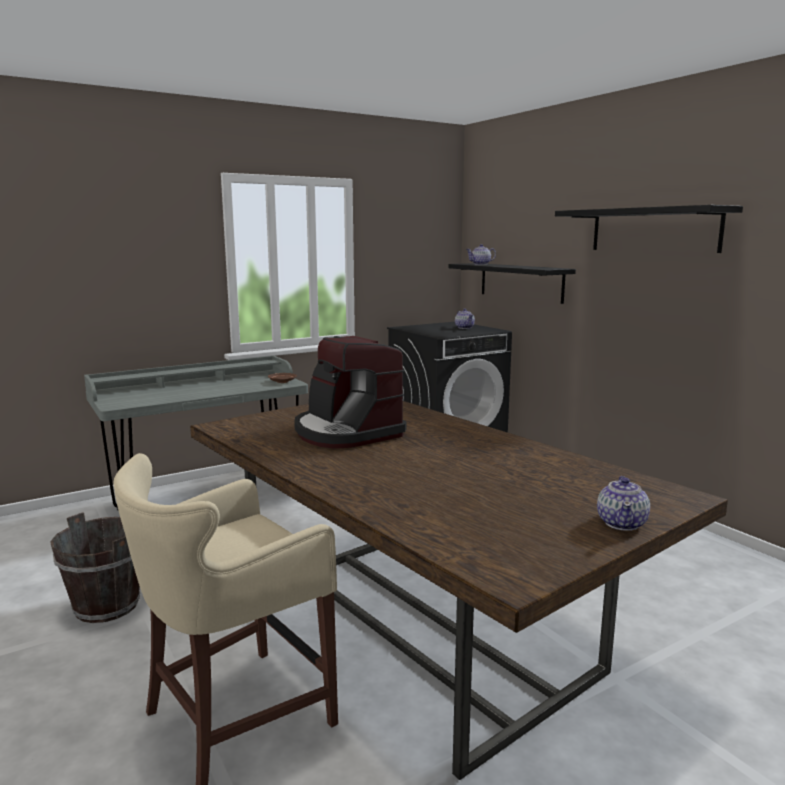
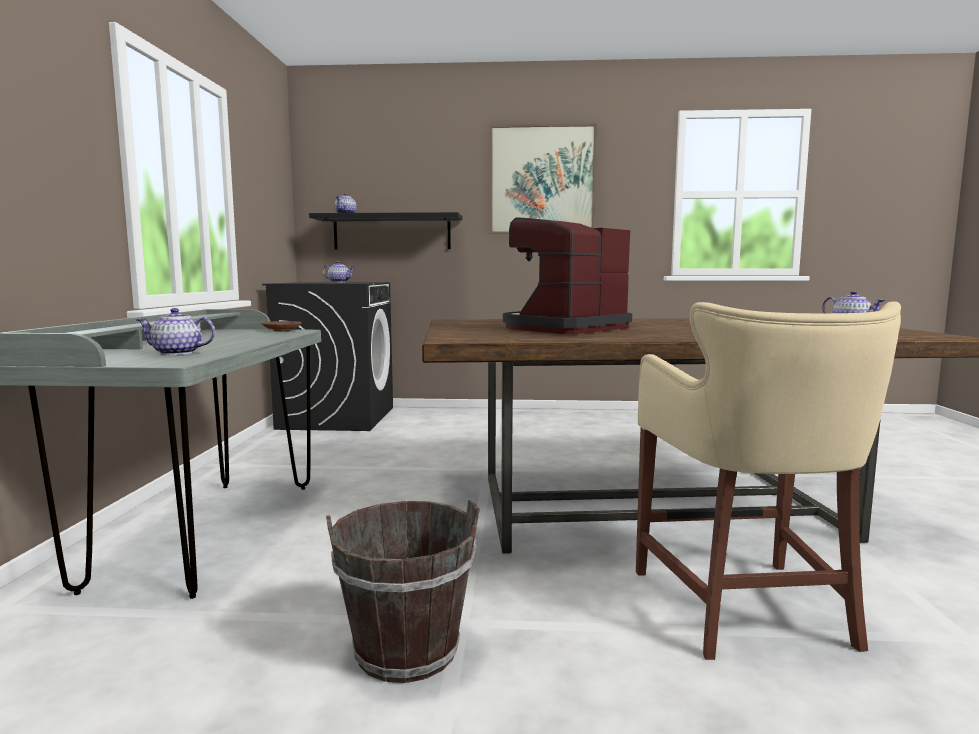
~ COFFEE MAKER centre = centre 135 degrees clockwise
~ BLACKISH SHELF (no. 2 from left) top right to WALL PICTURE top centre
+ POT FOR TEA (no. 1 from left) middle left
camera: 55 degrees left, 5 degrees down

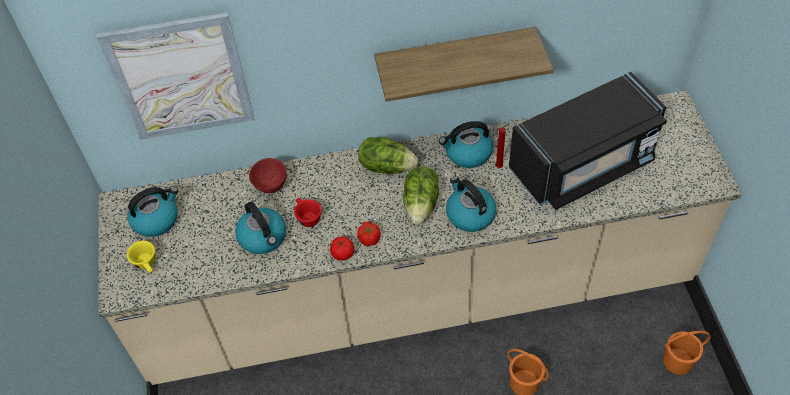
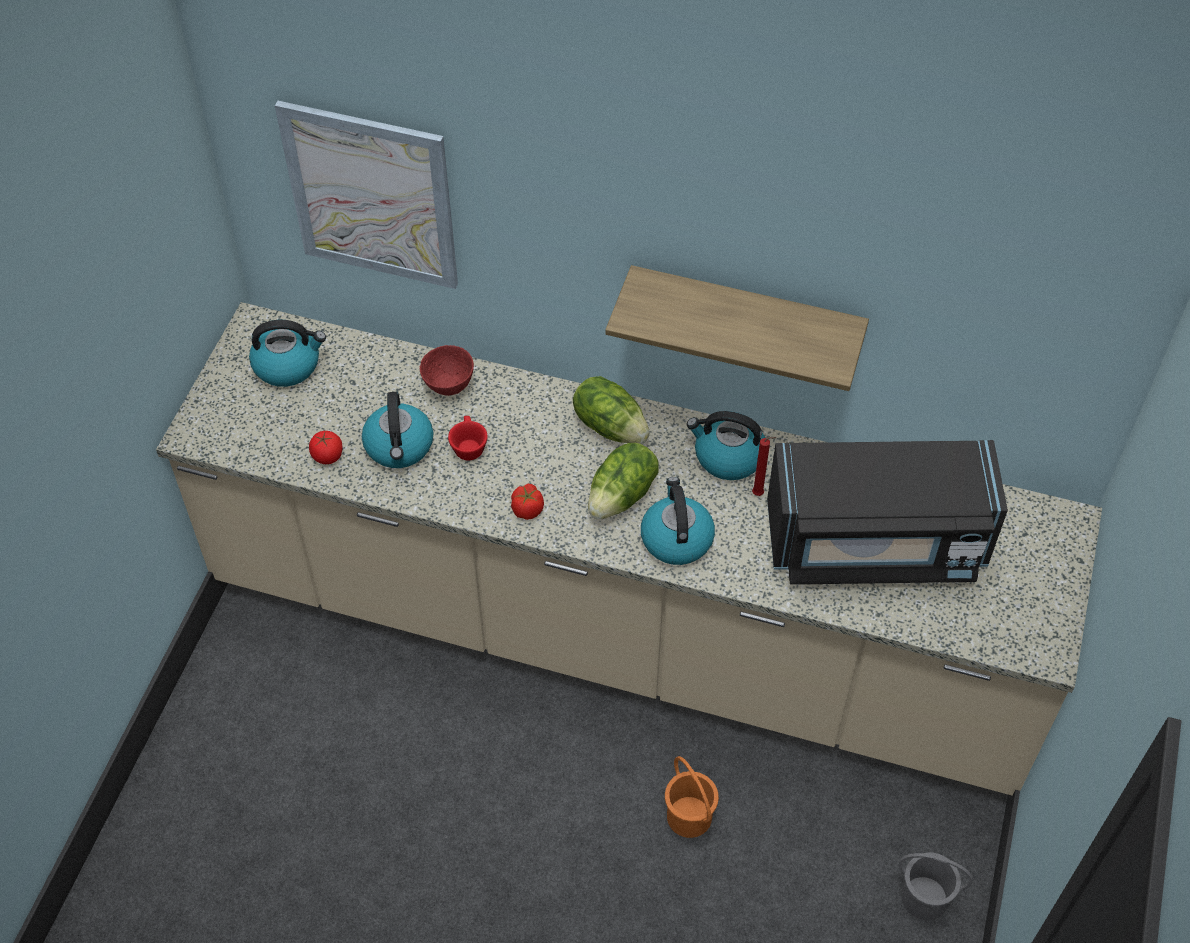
- YELLOW-COLOURED DRINKING CUP middle left
~ WHOLE TOMATO (no. 1 from left) centre to middle left
~ ORANGEY WATER BUCKET (no. 2 from left) bottom right to GRAY WATER BUCKET bottom right
camera: 25 degrees right, 0 degrees up

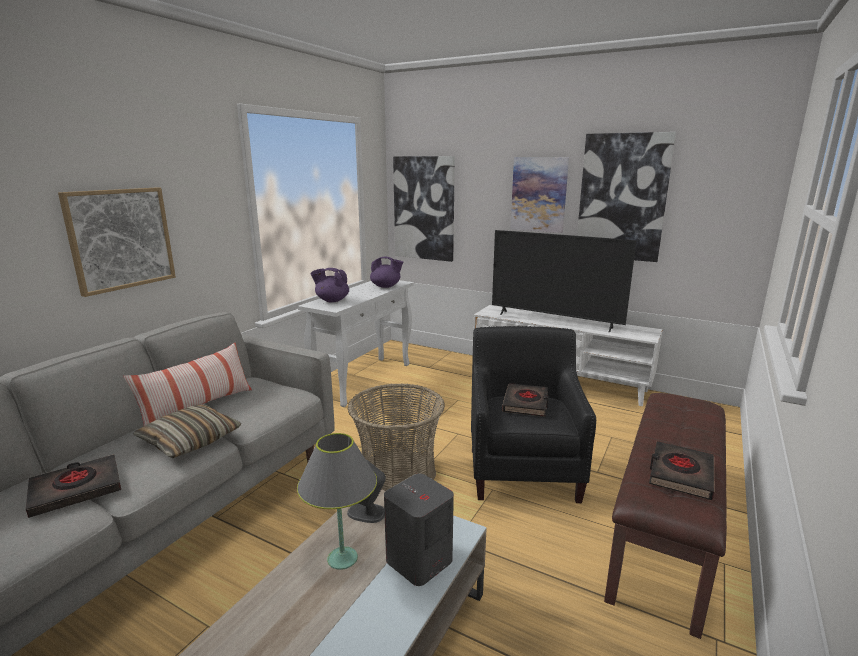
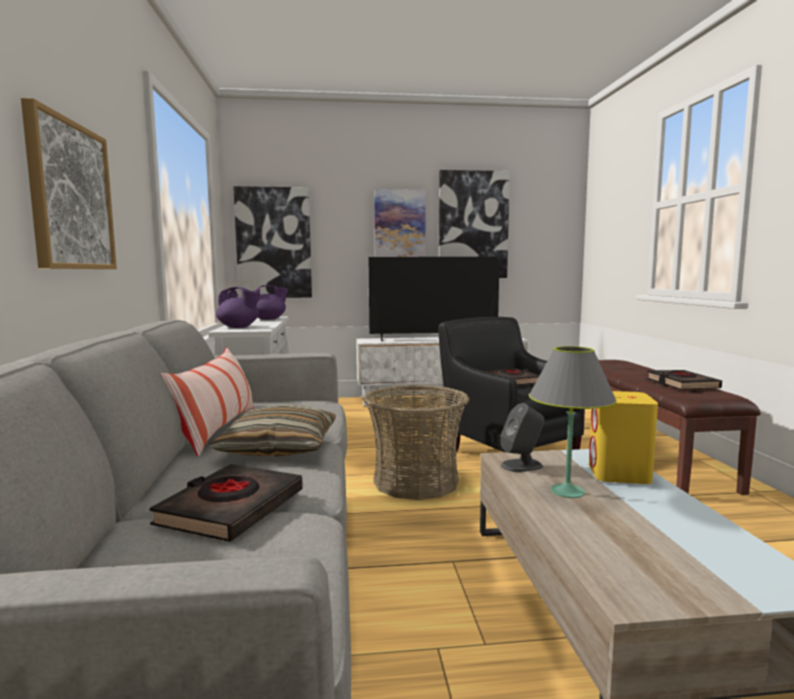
~ PURPLE-COLOURED POT FOR TEA (no. 1 from left) centre = middle left 135 degrees counterclockwise
~ GRAY SPEAKER (no. 2 from left) bottom centre to YELLOW-COLOURED SPEAKER middle right
camera: 35 degrees left, 10 degrees down

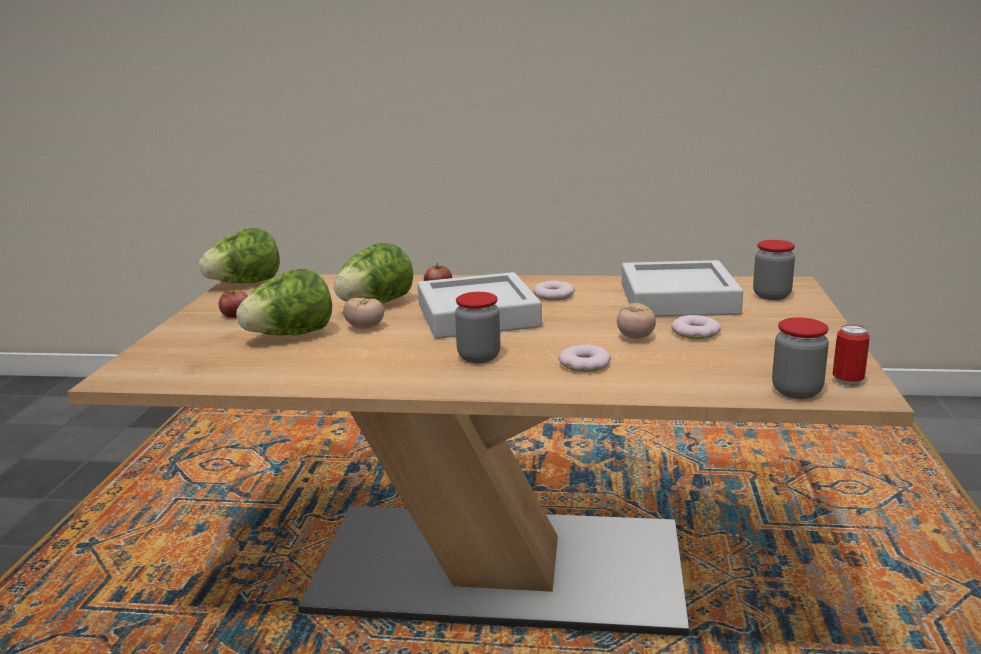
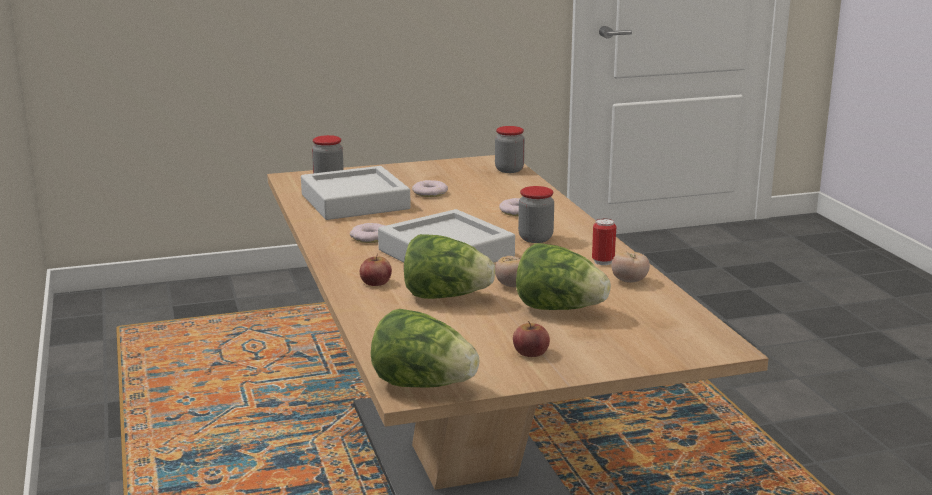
~ WHOLE TOMATO (no. 2 from left) centre to middle right
~ METAL CAN middle right to centre
camera: 115 degrees left, 0 degrees up

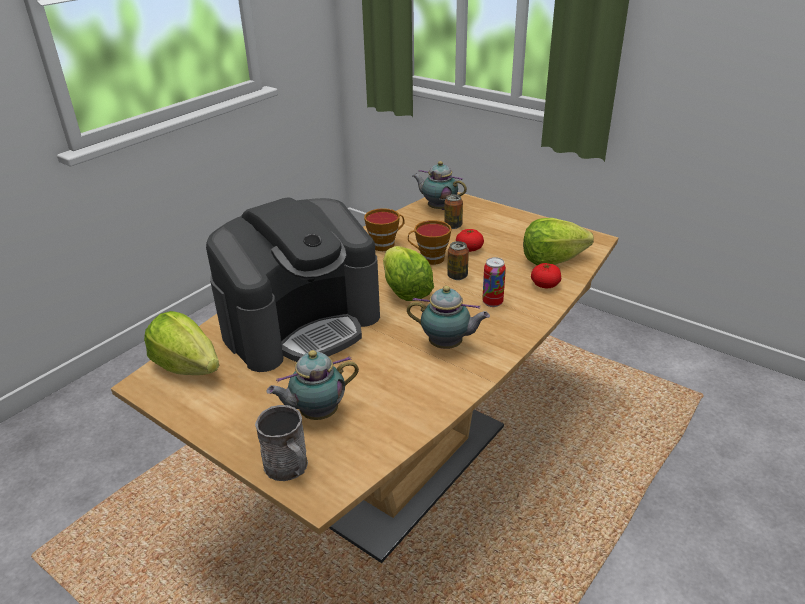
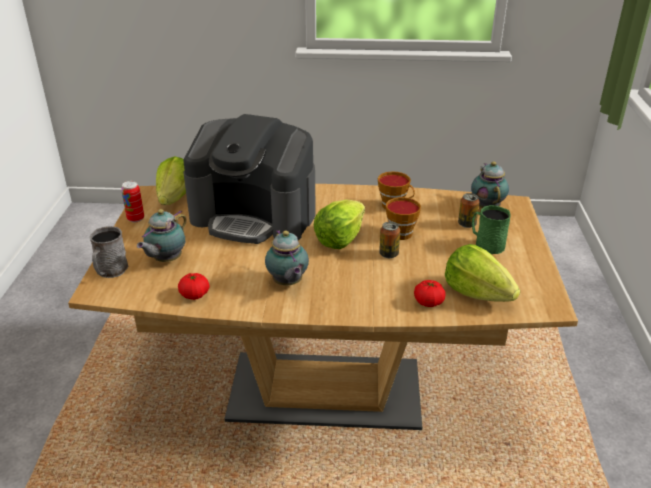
~ POT FOR TEA (no. 1 from left) centre = middle left 90 degrees counterclockwise
~ WHOLE TOMATO (no. 1 from left) centre to middle left
~ METAL CAN (no. 3 from left in the first image) centre to METAL CAN (no. 1 from left) middle left
+ GREENISH TEA MUG middle right
camera: 55 degrees right, 0 degrees up

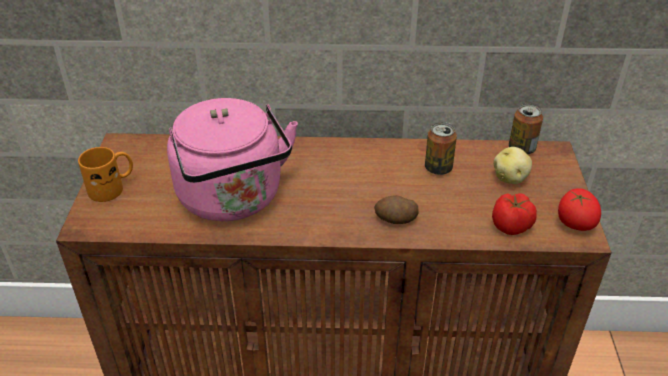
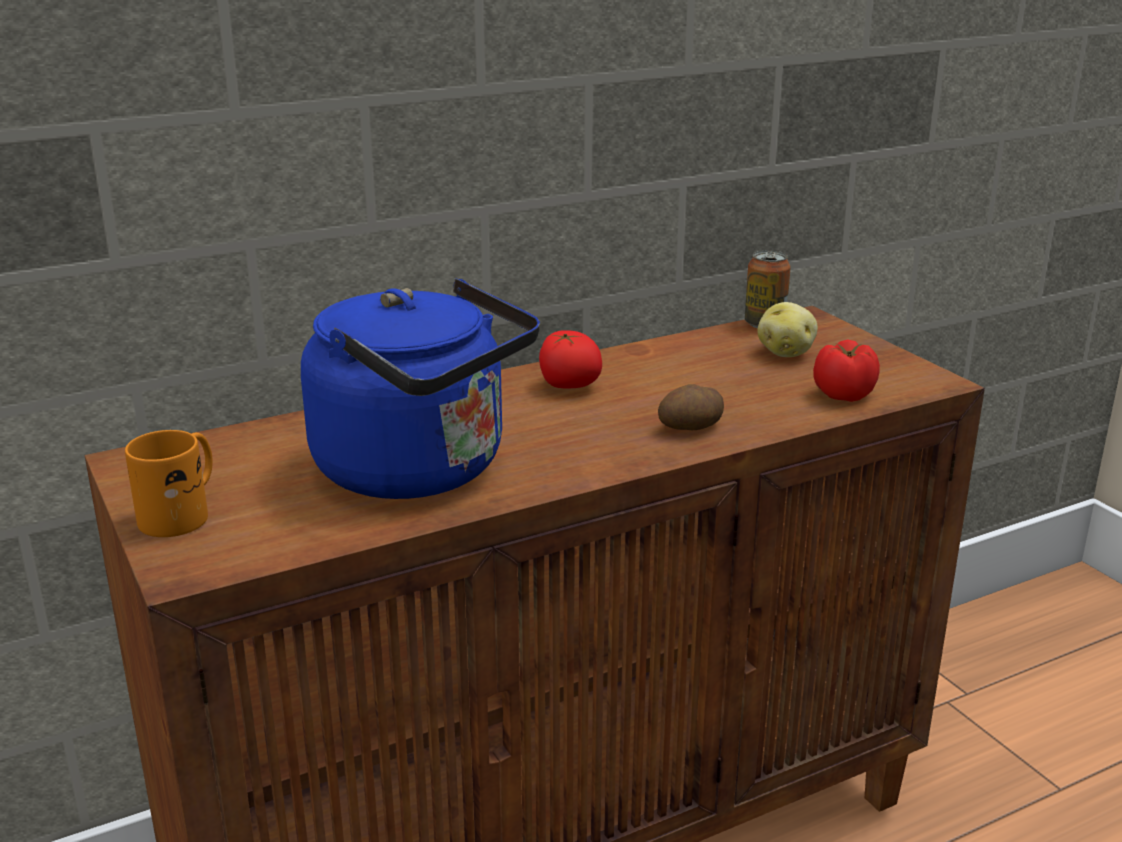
~ PINK-COLOURED KETTLE centre to BLUE KETTLE centre
- METAL CAN (no. 1 from left) centre
~ WHOLE TOMATO (no. 2 from left in the first image) middle right to WHOLE TOMATO (no. 1 from left) centre
camera: 30 degrees left, 15 degrees down

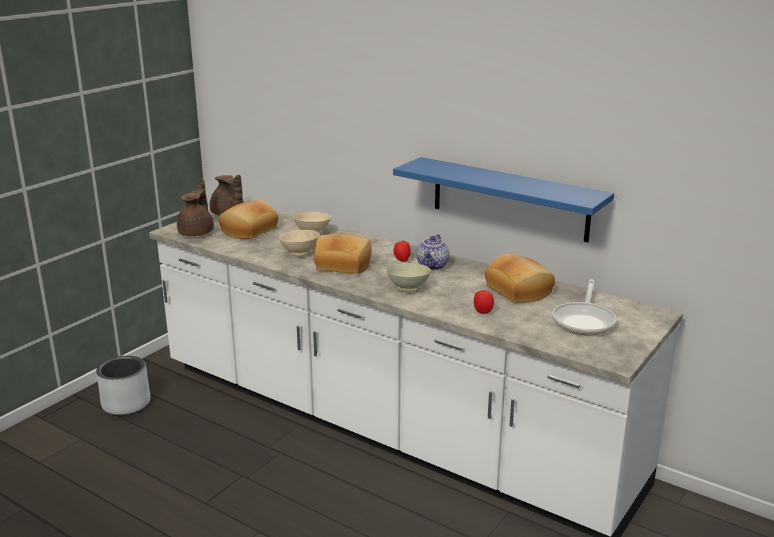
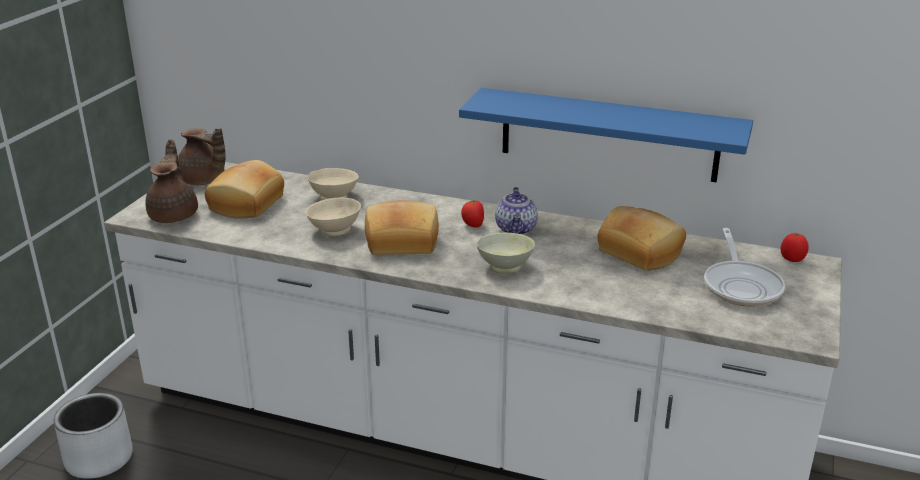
~ WHOLE TOMATO (no. 2 from left) centre to middle right
camera: 15 degrees left, 5 degrees up

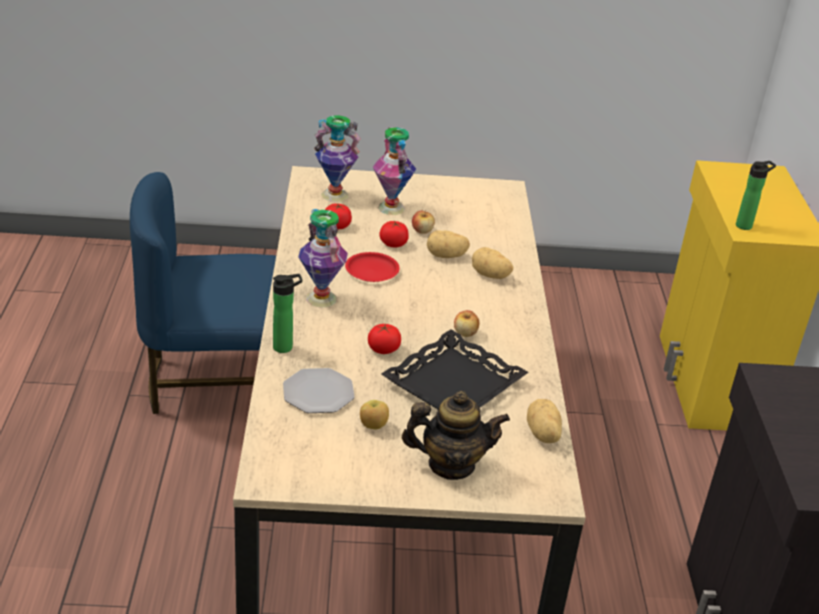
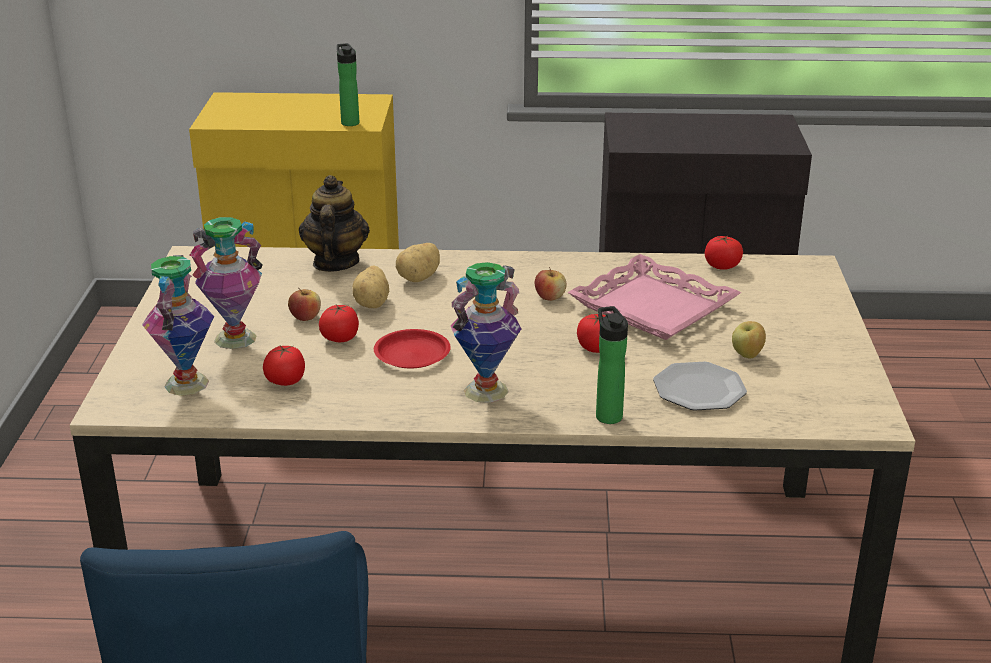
~ BLACKISH SERVING TRAY centre to PINK-COLOURED SERVING TRAY centre
~ POT FOR TEA bottom centre to centre
~ POTATO (no. 3 from left) bottom centre to WHOLE TOMATO (no. 4 from left) middle right
camera: 85 degrees left, 5 degrees down

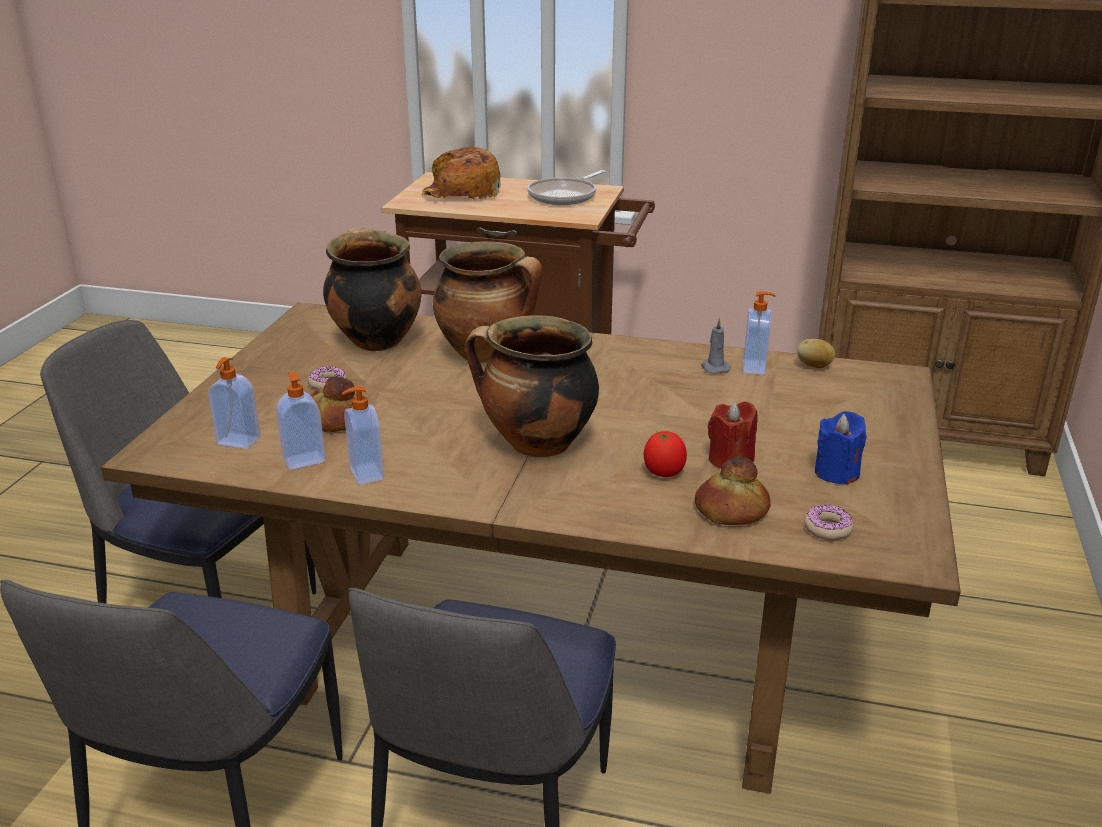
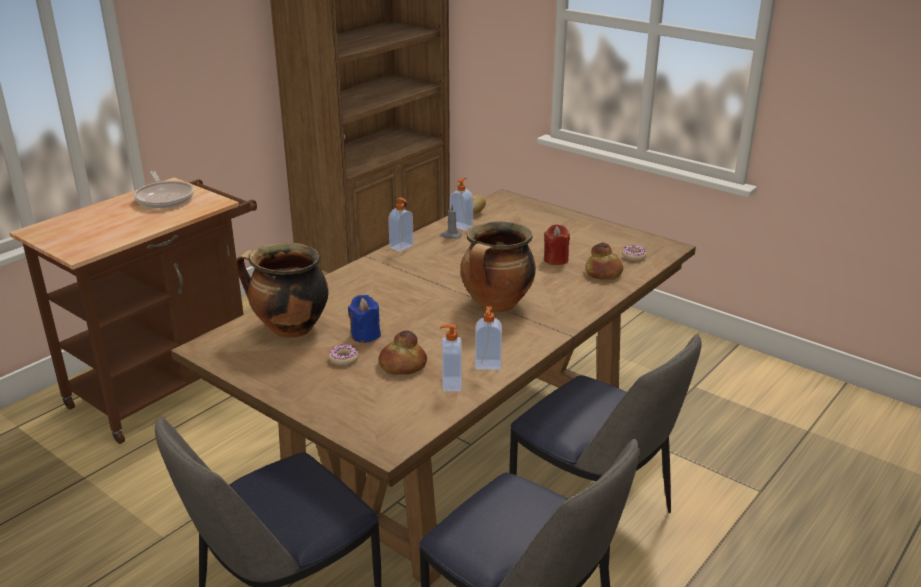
~ LIQUID SOAP BOTTLE (no. 1 from left) middle left to centre
- BAKED BREAD (no. 2 from left) top centre
- SAUCEPOT (no. 2 from left) centre
- WHOLE TOMATO centre
~ BLUE WAX LIGHT middle right to centre
camera: 65 degrees left, 0 degrees up

